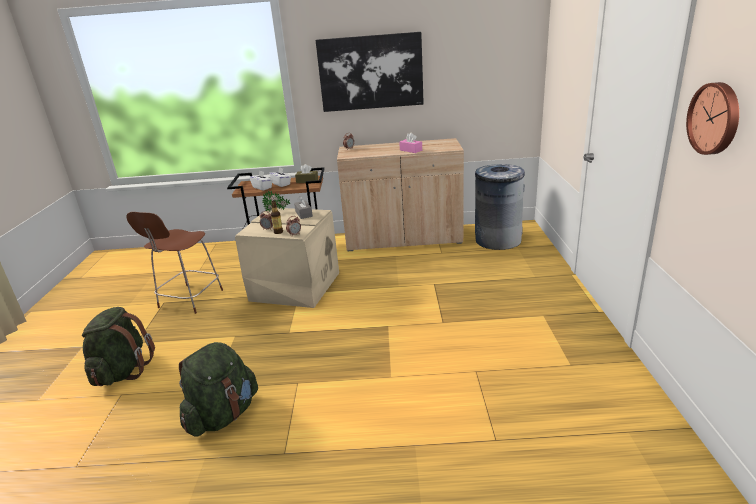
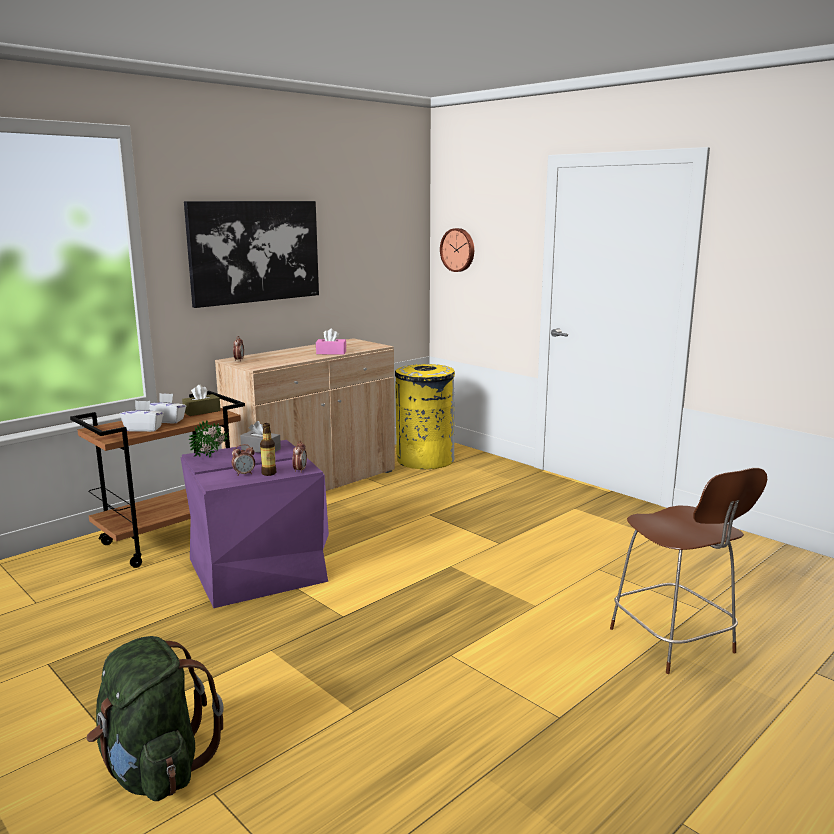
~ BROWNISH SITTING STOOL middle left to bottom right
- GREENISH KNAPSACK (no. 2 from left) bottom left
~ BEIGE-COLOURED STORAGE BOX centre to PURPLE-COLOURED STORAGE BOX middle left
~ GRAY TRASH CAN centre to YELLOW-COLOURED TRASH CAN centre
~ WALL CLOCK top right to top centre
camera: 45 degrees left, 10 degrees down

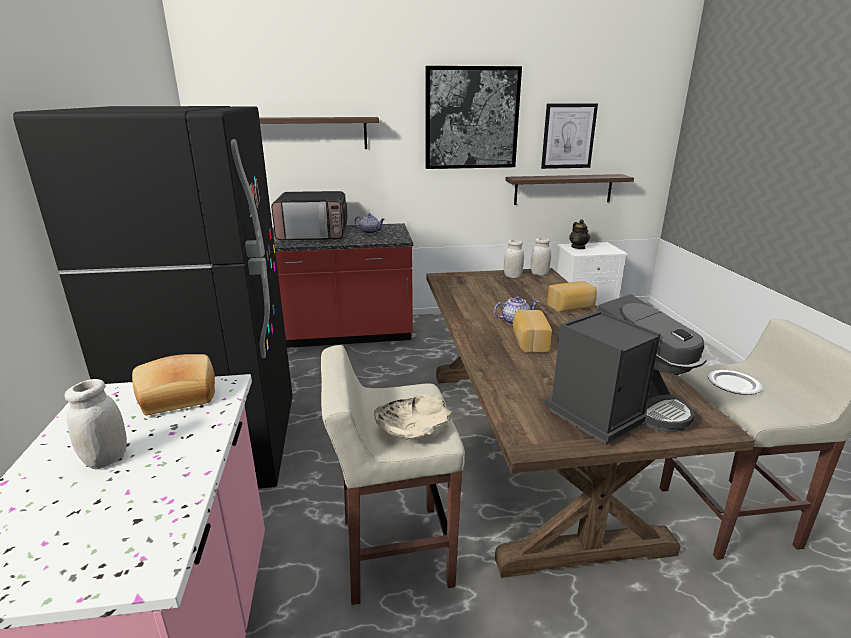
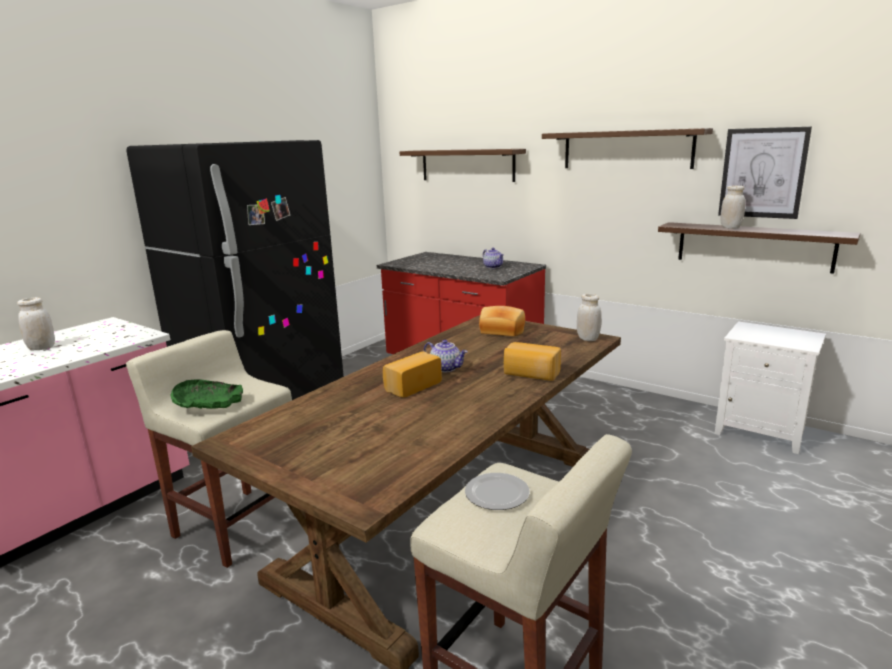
~ BAKED BREAD (no. 1 from left in the first image) middle left to BAKED BREAD (no. 2 from left) centre
- KITCHEN MICROWAVE centre
~ BEIGE-COLOURED SERVING BOWL centre to GREENISH SERVING BOWL middle left
~ WALL PICTURE (no. 1 from left) top centre to SHELF (no. 2 from left) top right
~ WHITE PRESERVE JAR (no. 2 from left in the first image) centre to WHITE PRESERVE JAR (no. 3 from left) top right
- COFFEE MAKER middle right
- POT FOR TEA (no. 3 from left) middle right
camera: 45 degrees right, 5 degrees down

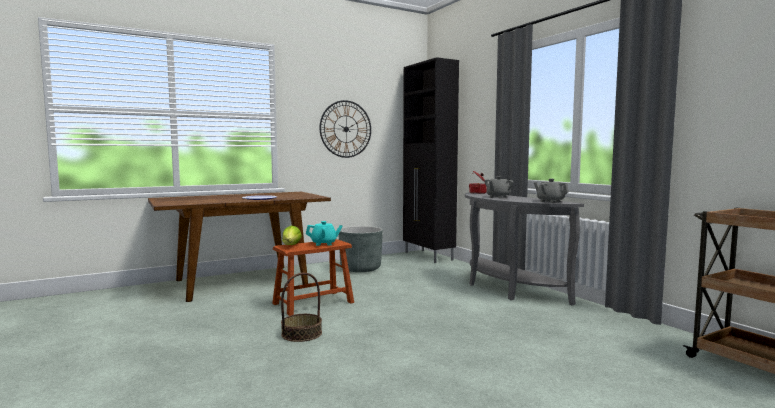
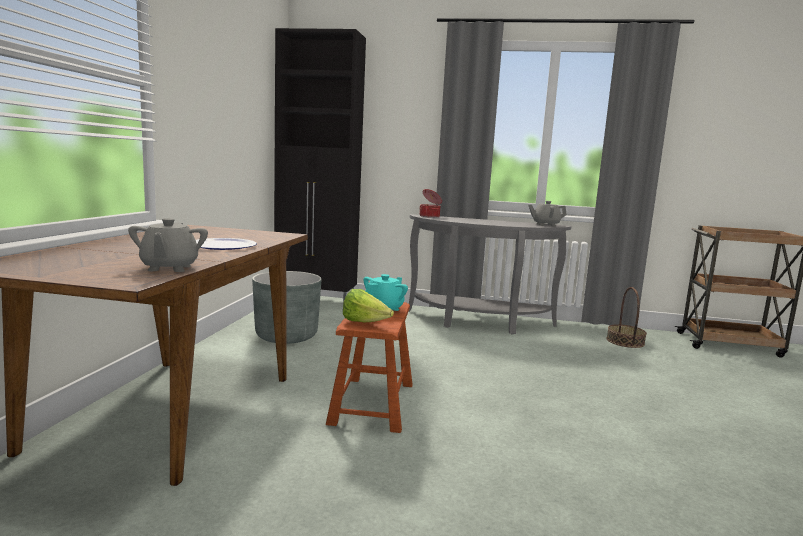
~ STORAGE BASKET bottom centre to middle right
- WALL CLOCK top centre
~ GRAY POT FOR TEA (no. 1 from left) centre to middle left
camera: 50 degrees left, 5 degrees up

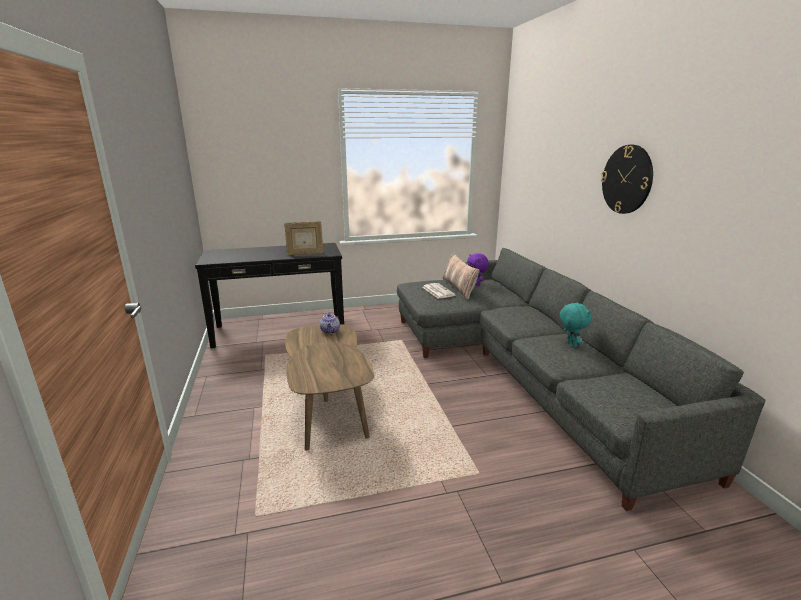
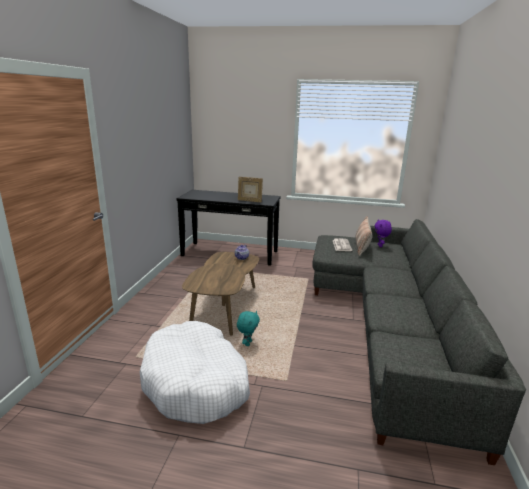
~ TURQUOISE-COLOURED PLUSH TOY middle right to bottom centre
- WALL CLOCK top right
+ WHITE DOG CUSHION bottom centre
camera: 25 degrees right, 0 degrees up

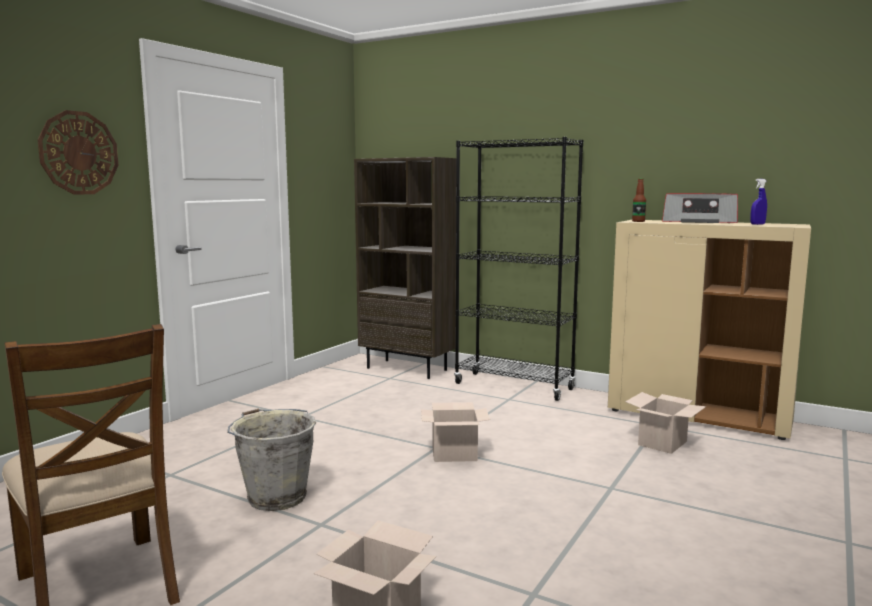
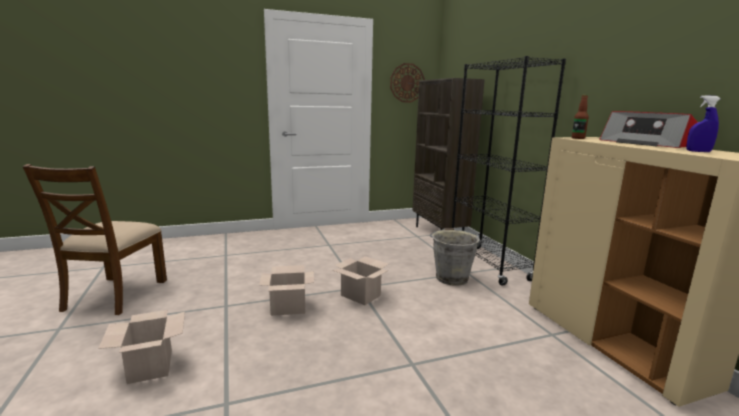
~ WALL CLOCK top left to top centre
~ GRAY WATER BUCKET bottom left to centre
~ CARDBOARD BOX (no. 3 from left in the first image) bottom right to CARDBOARD BOX (no. 2 from left) bottom centre
camera: 40 degrees right, 5 degrees up

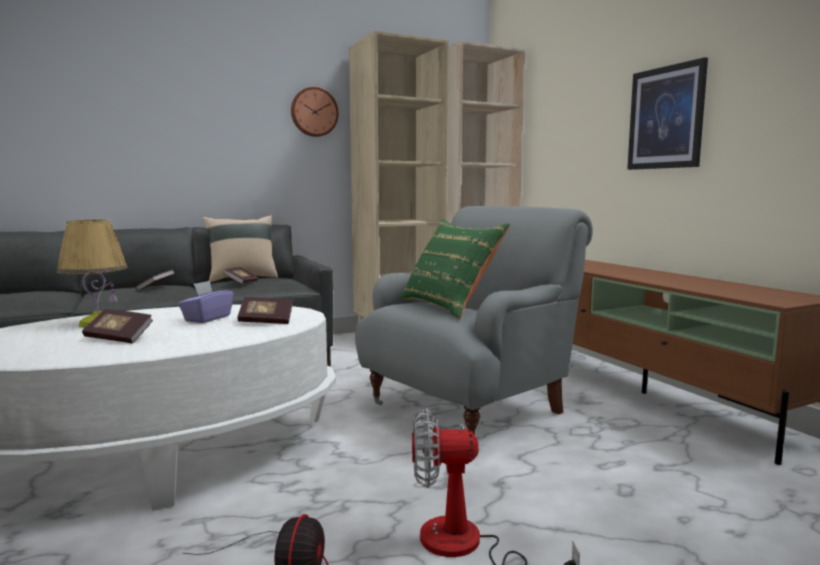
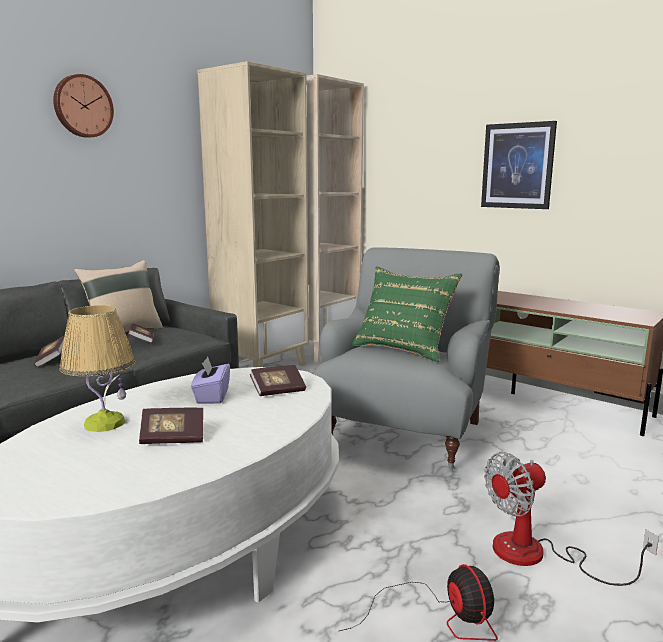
~ WALL CLOCK top centre to top left
camera: 25 degrees left, 5 degrees up

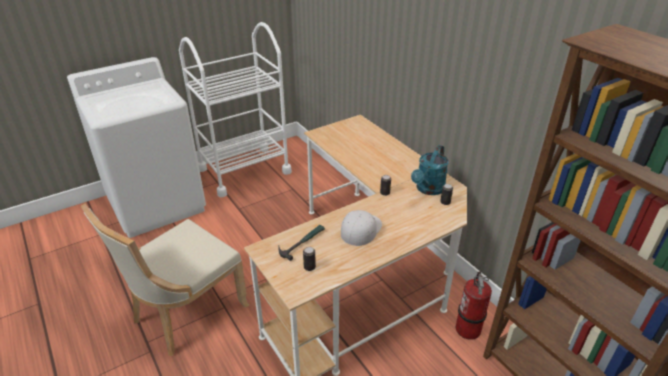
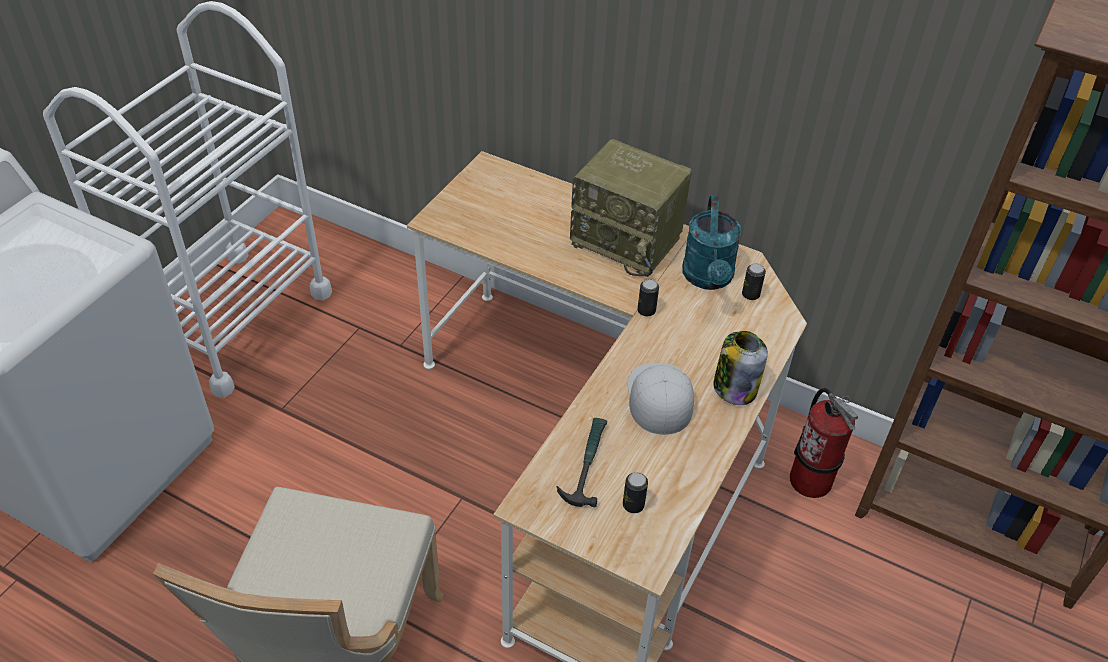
+ RADIO SET top centre
+ PRESERVE JAR middle right
camera: 30 degrees left, 10 degrees up

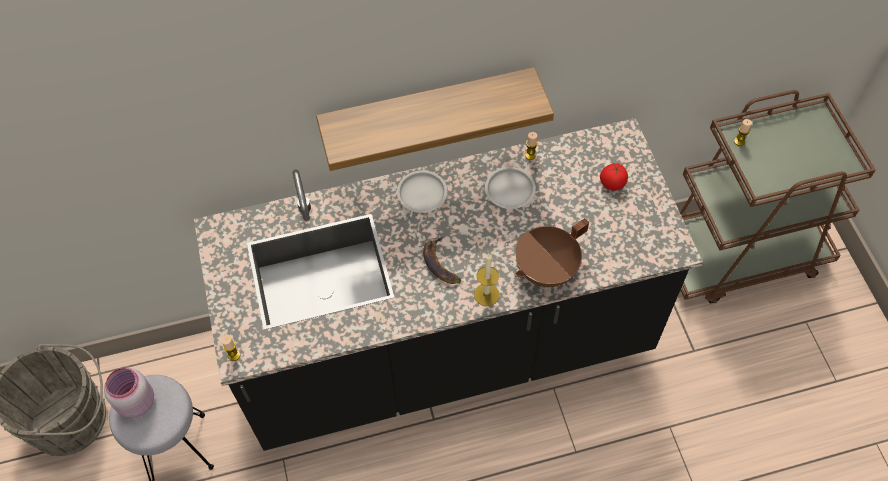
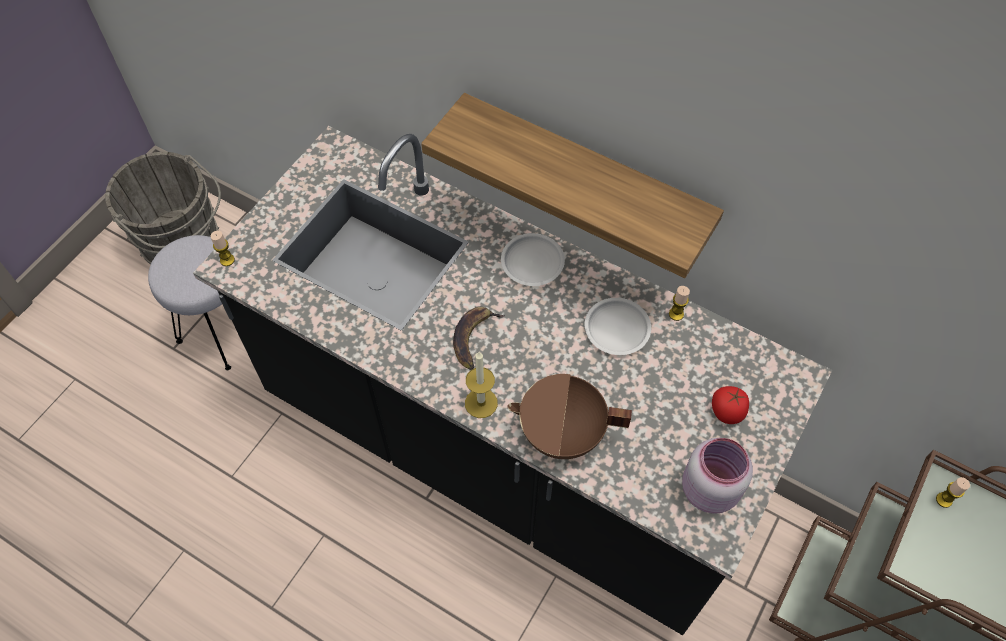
~ PINK-COLOURED PRESERVE JAR bottom left to bottom right
camera: 45 degrees right, 0 degrees up

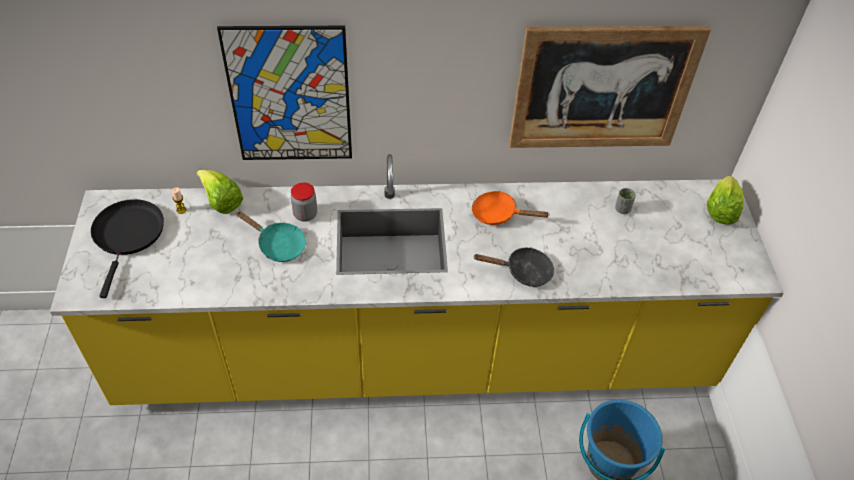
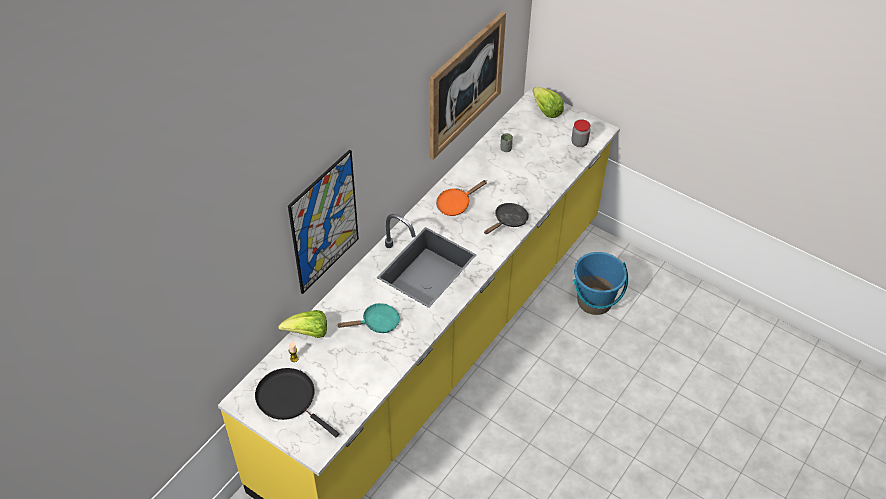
~ PRESERVE JAR centre to top centre
camera: 50 degrees left, 0 degrees up

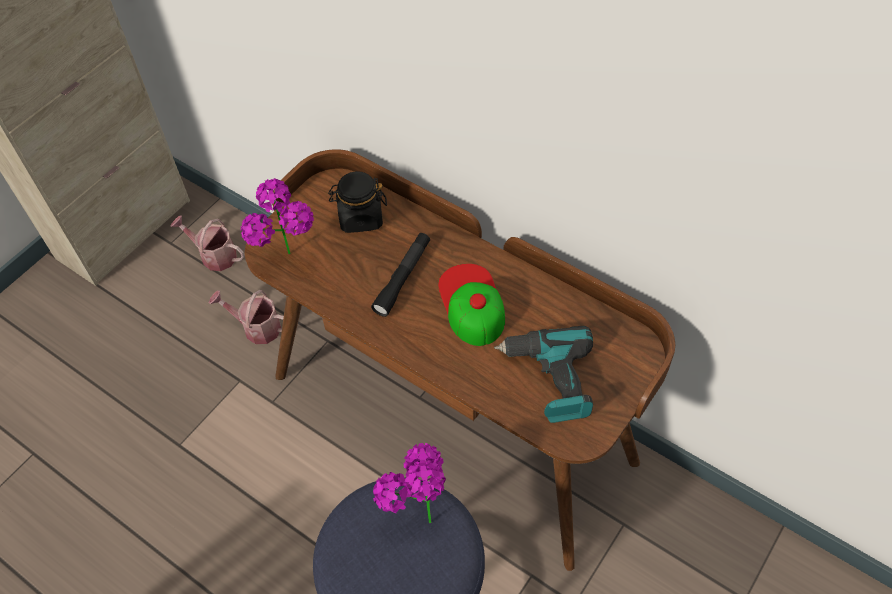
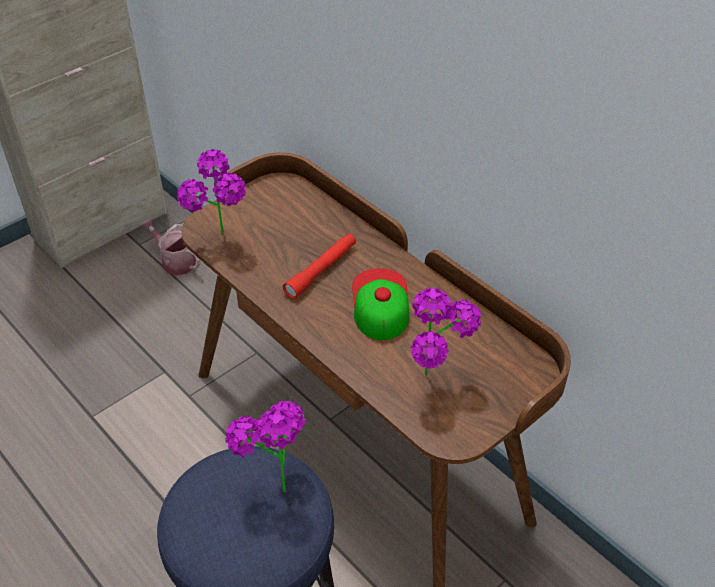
- WATERING POT (no. 2 from left) middle left
- BLACKISH PRESERVE JAR centre
~ BLACKISH TORCH centre to RED TORCH centre
~ DRILL centre to HOUSEPLANT (no. 3 from left) centre
camera: 10 degrees right, 10 degrees down

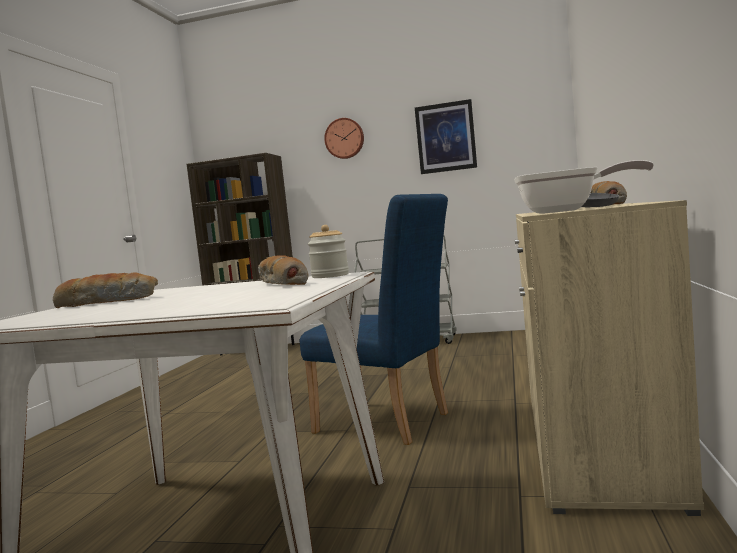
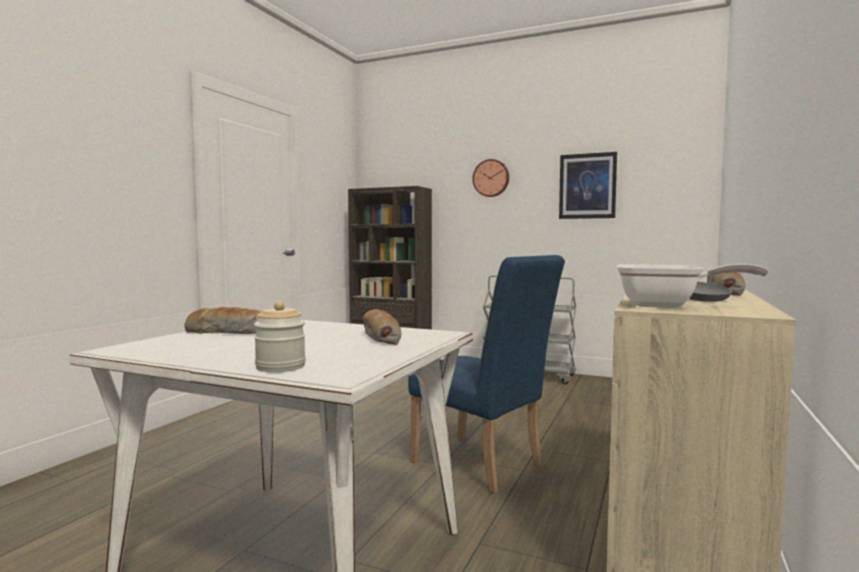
~ PRESERVE JAR centre to middle left
camera: 10 degrees right, 0 degrees up

